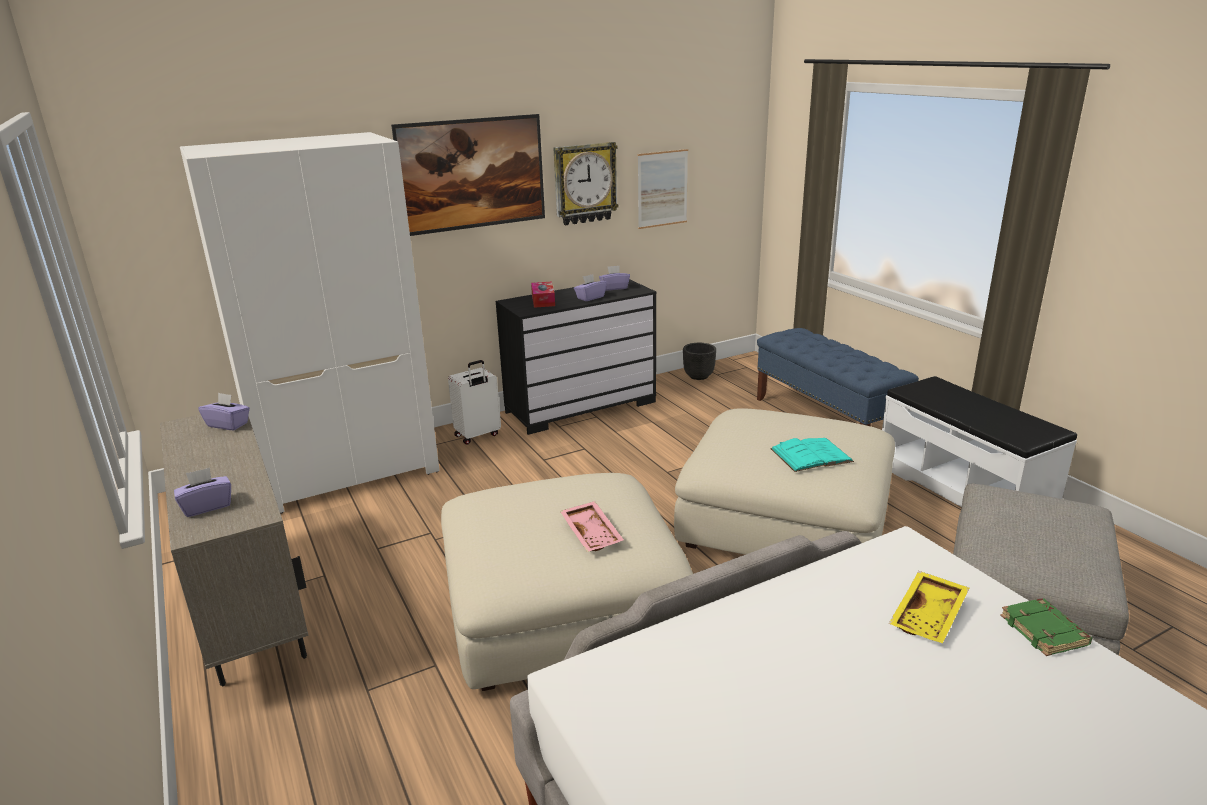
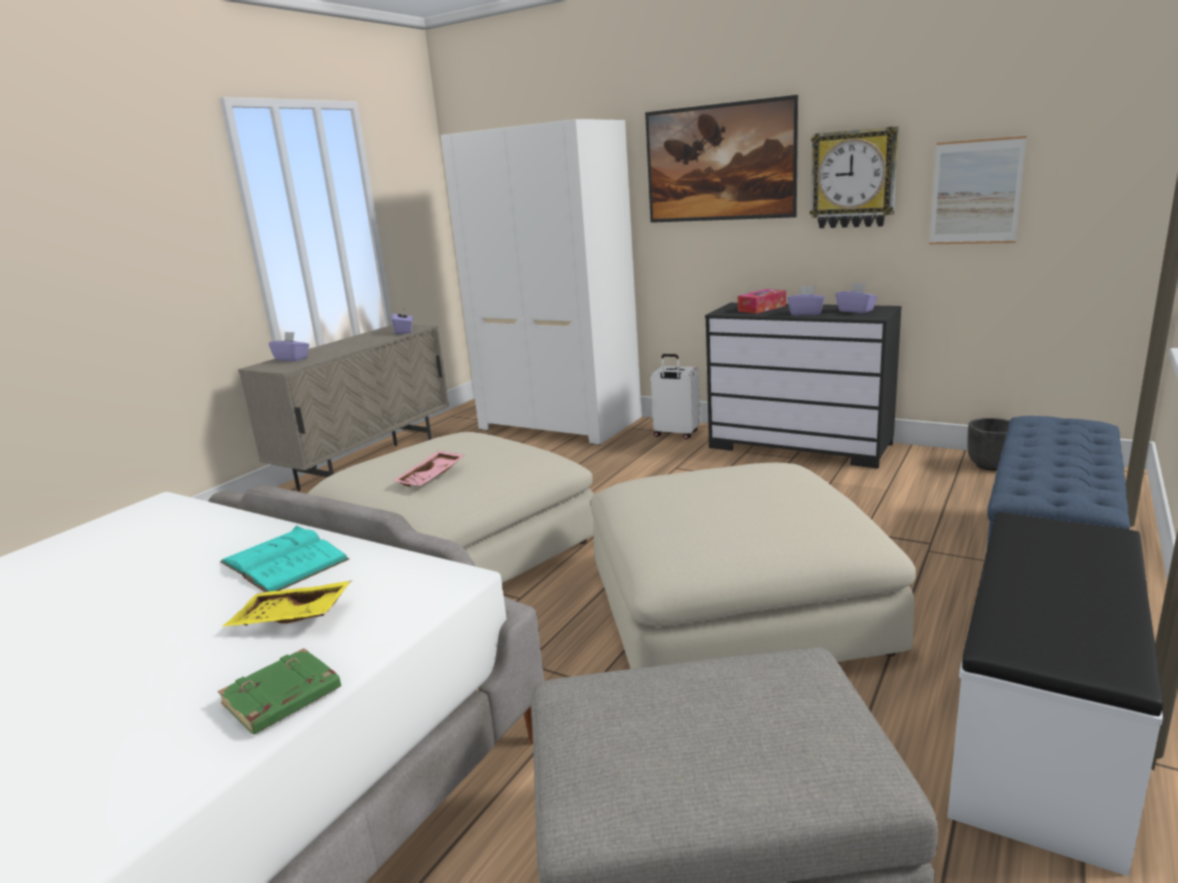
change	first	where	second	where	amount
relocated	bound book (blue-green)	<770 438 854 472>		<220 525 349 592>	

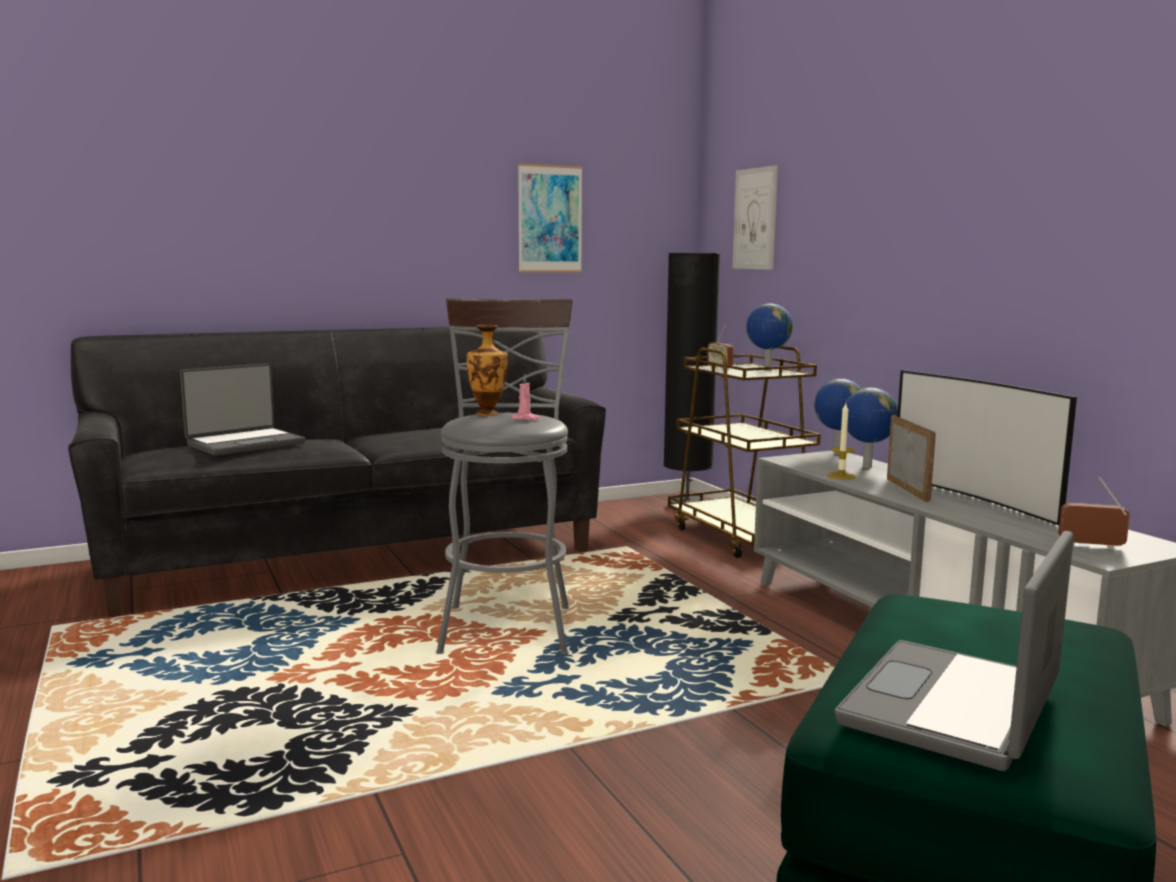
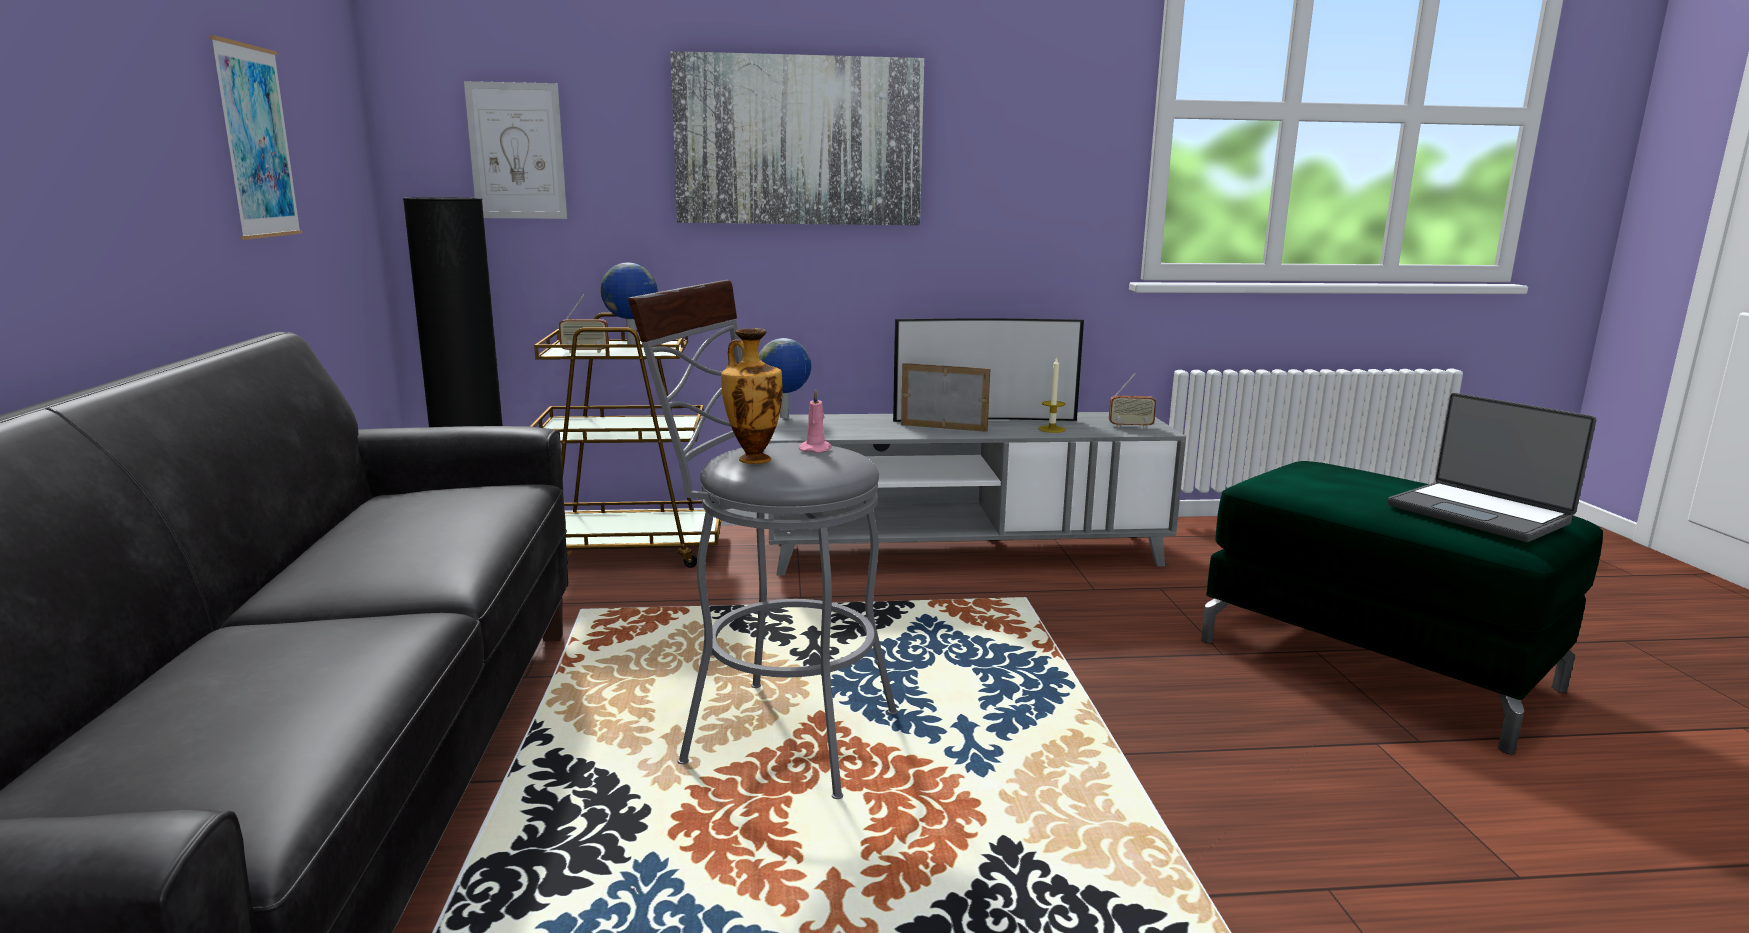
change	first	where	second	where	amount
missing	laptop	<180 363 305 455>			
missing	world globe	<843 388 898 468>			
appeared			picture	<670 51 924 225>	
relocated	wax candle	<827 403 856 479>		<1038 357 1066 433>	
spun	radio set	<1058 477 1130 550>		<1109 373 1156 428>	120 degrees counterclockwise

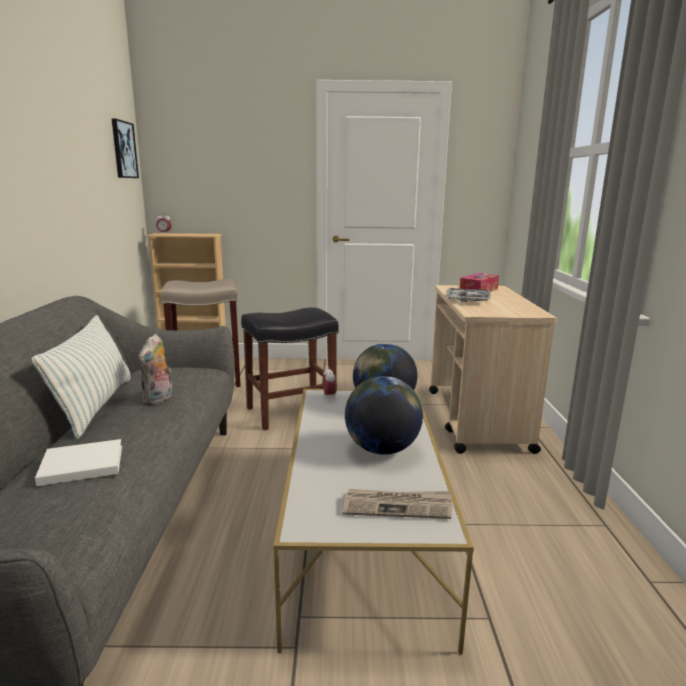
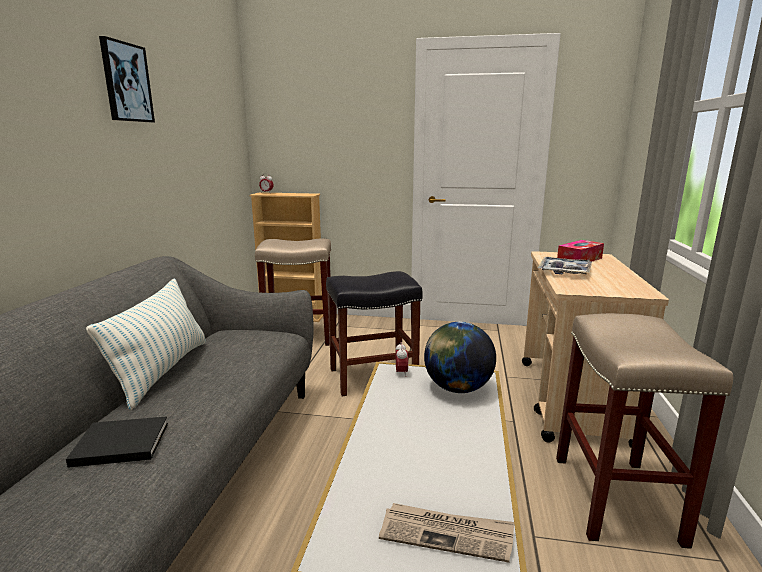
change	first	where	second	where	amount
missing	soft toy	<139 334 172 405>			
missing	world globe	<345 376 423 455>			
appeared			stool seat (beige)	<556 313 733 549>	
relocated	picture	<112 119 139 178>		<99 36 155 122>	
colour	bound book (white)	<35 439 122 486>	bound book (blackish)	<66 416 168 468>	

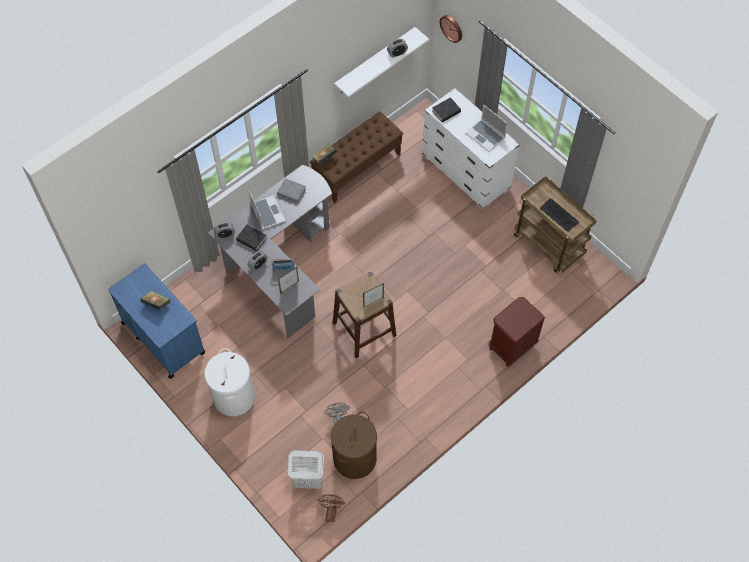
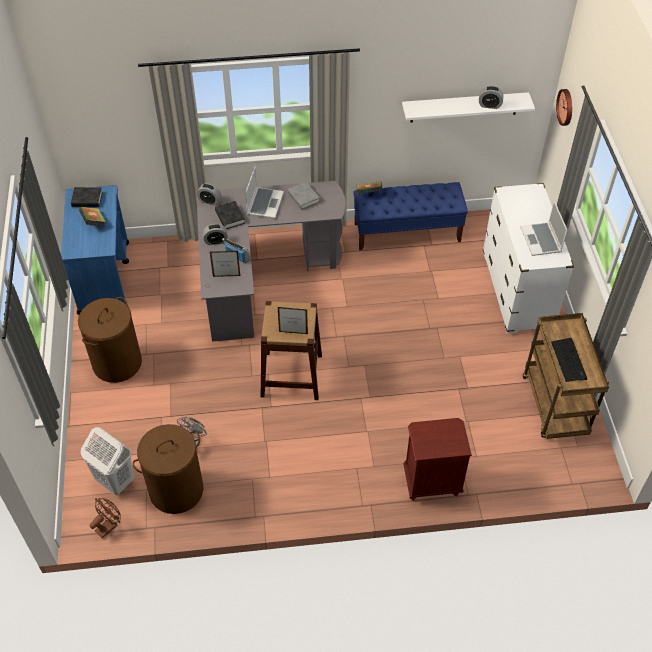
change	first	where	second	where	amount
relocated	bound book (blackish)	<432 97 461 123>		<71 187 103 207>	
colour	laundry basket (white)	<204 348 255 416>	laundry basket (brownish)	<78 297 142 383>	
colour	long seat (brownish)	<310 111 403 203>	long seat (blue)	<353 182 468 251>	

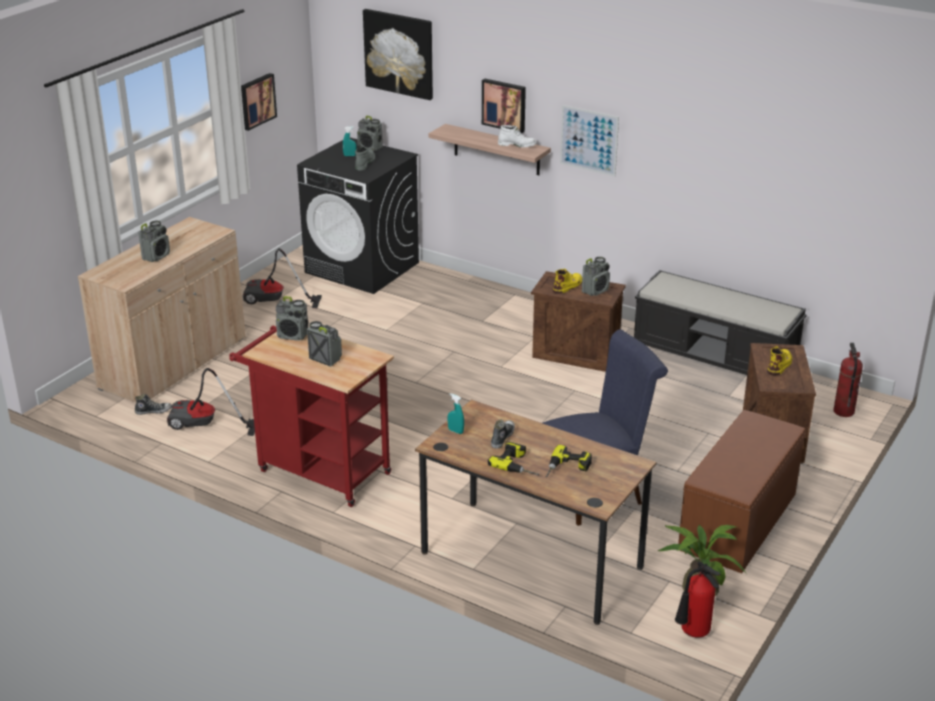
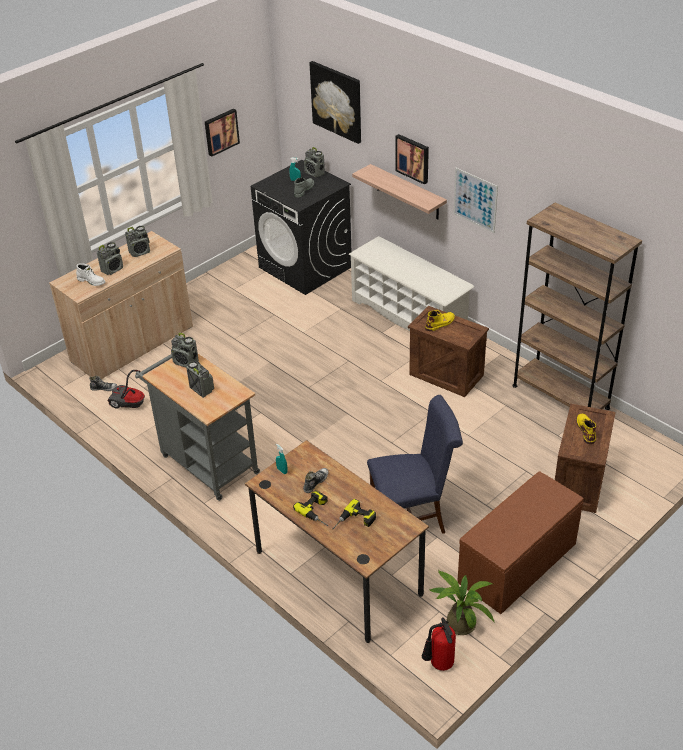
change	first	where	second	where	amount
missing	vacuum	<243 248 322 308>			
missing	fire extinguisher	<834 343 863 417>			
appeared			shoe rack (white)	<349 236 474 331>	
relocated	high-top boot (white)	<498 125 536 148>		<76 263 105 286>	
relocated	radio set	<582 257 610 296>		<125 226 150 257>	
exchanged	long seat (blackish)	<634 270 807 375>	bookcase (brownish)	<512 203 642 410>	
colour	trolley (reddish)	<229 326 394 507>	trolley (grey)	<135 354 260 501>	
spun	high-top boot (yellow)	<767 346 792 375>		<577 414 596 444>	45 degrees counterclockwise

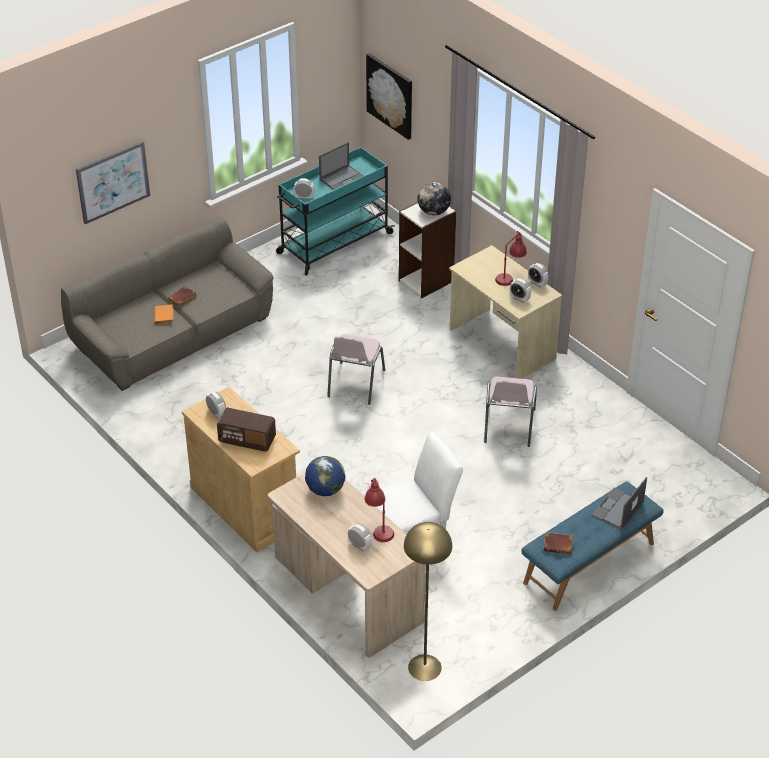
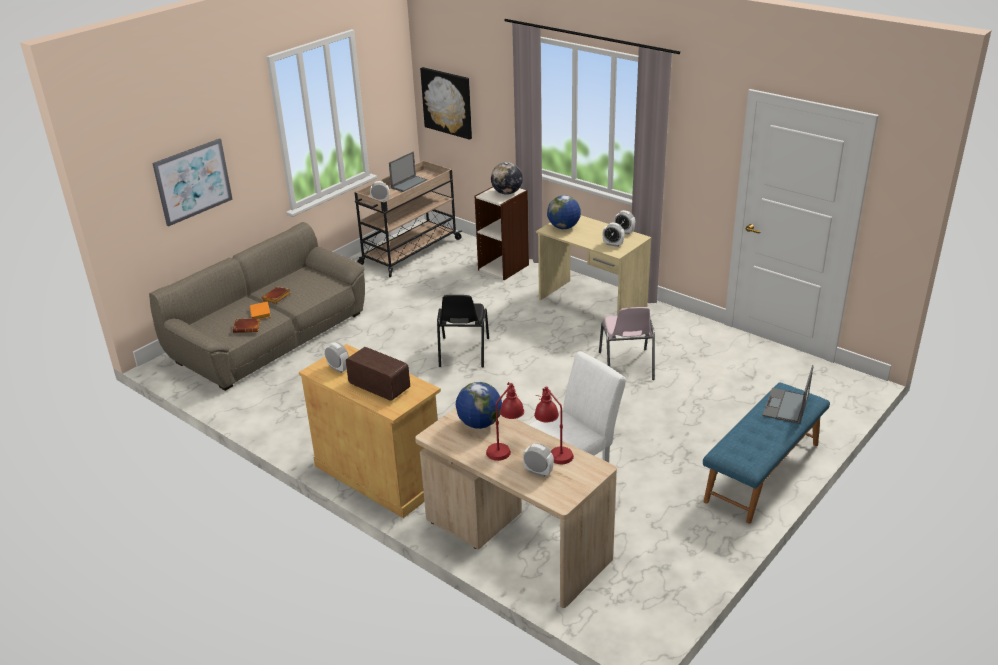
change	first	where	second	where	amount
missing	standing lamp (yellow)	<404 522 452 681>			
appeared			world globe	<547 195 581 229>	
relocated	tabletop lamp (reddish)	<495 231 527 286>		<486 382 524 461>	
relocated	bound book (brownish)	<543 532 573 554>		<232 318 261 333>	
colour	trolley (blue-green)	<276 147 395 275>	trolley (beige)	<354 161 462 277>	
colour	chair (pinkish)	<327 334 385 405>	chair (blackish)	<437 295 489 367>	
spun	radio set	<217 408 276 452>		<346 347 410 401>	150 degrees counterclockwise

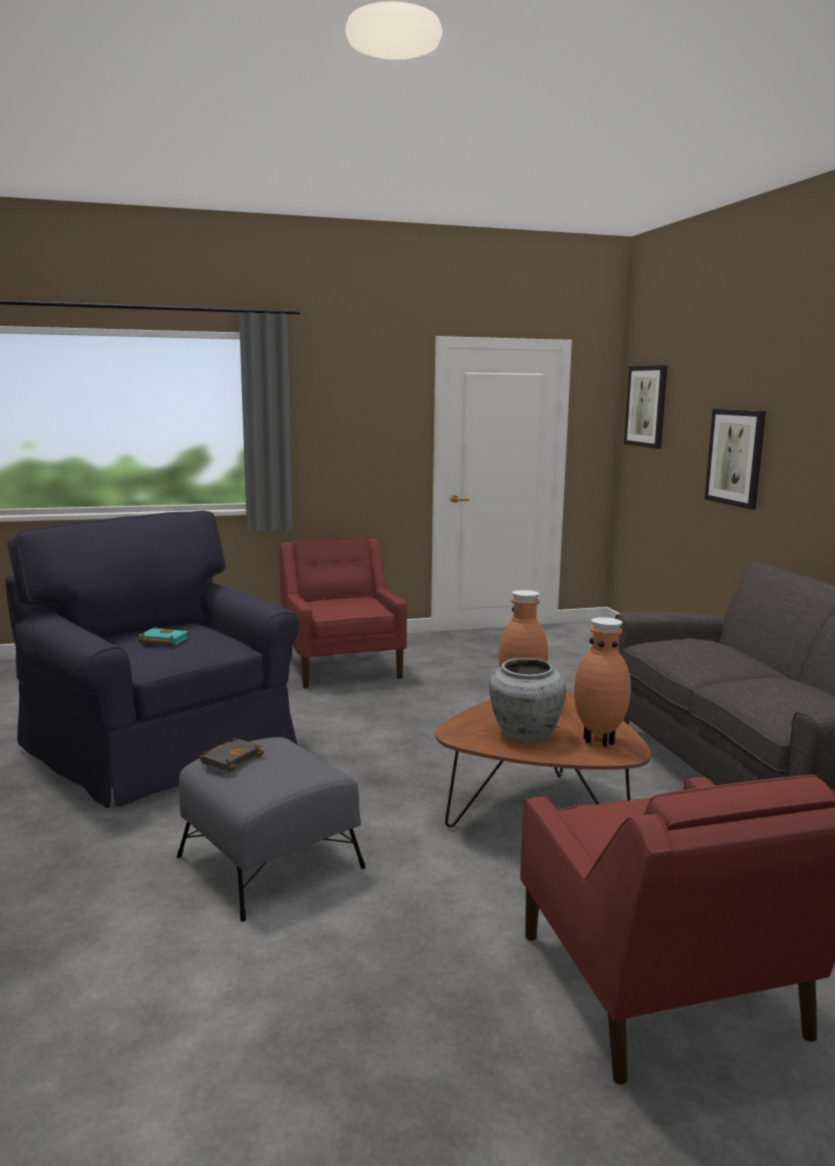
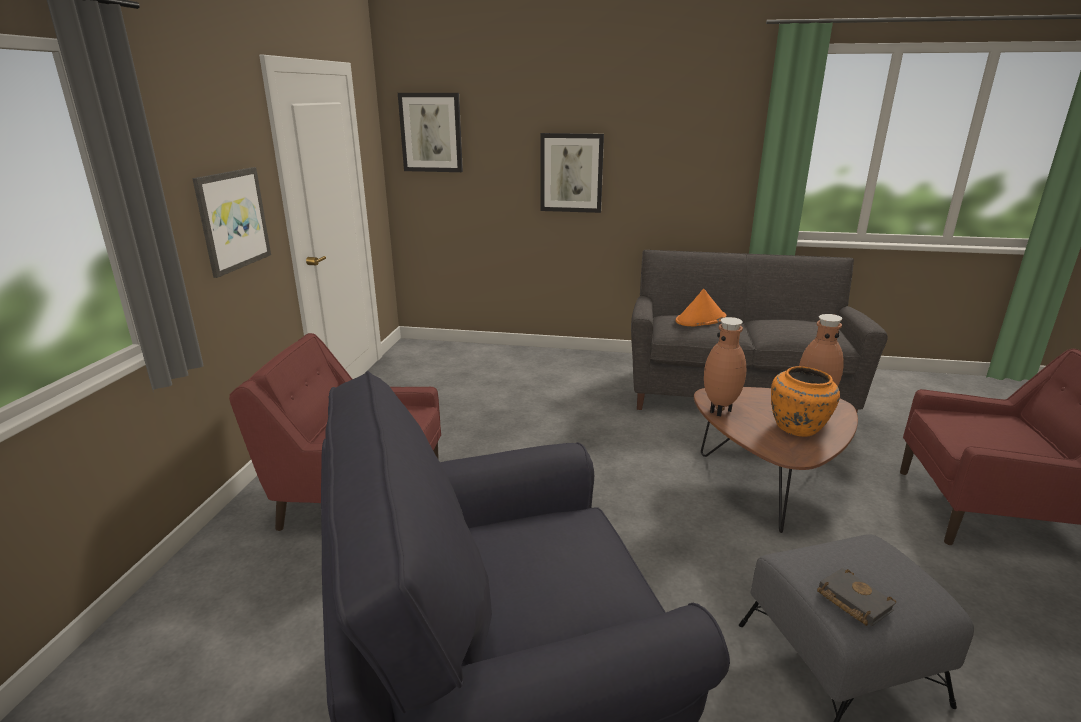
change	first	where	second	where	amount
missing	bound book (blue-green)	<138 627 189 646>			
appeared			picture	<192 167 271 278>	
appeared			wearable hat (orange)	<676 289 726 326>	
colour	flower vase (grey)	<489 658 566 743>	flower vase (orange)	<771 366 840 437>	

